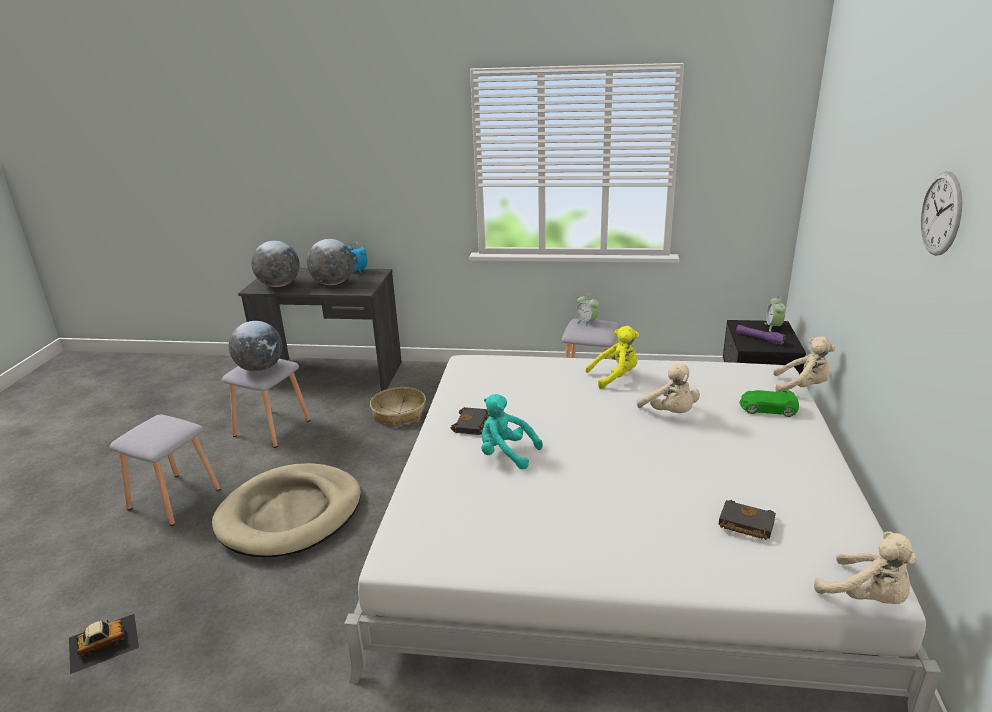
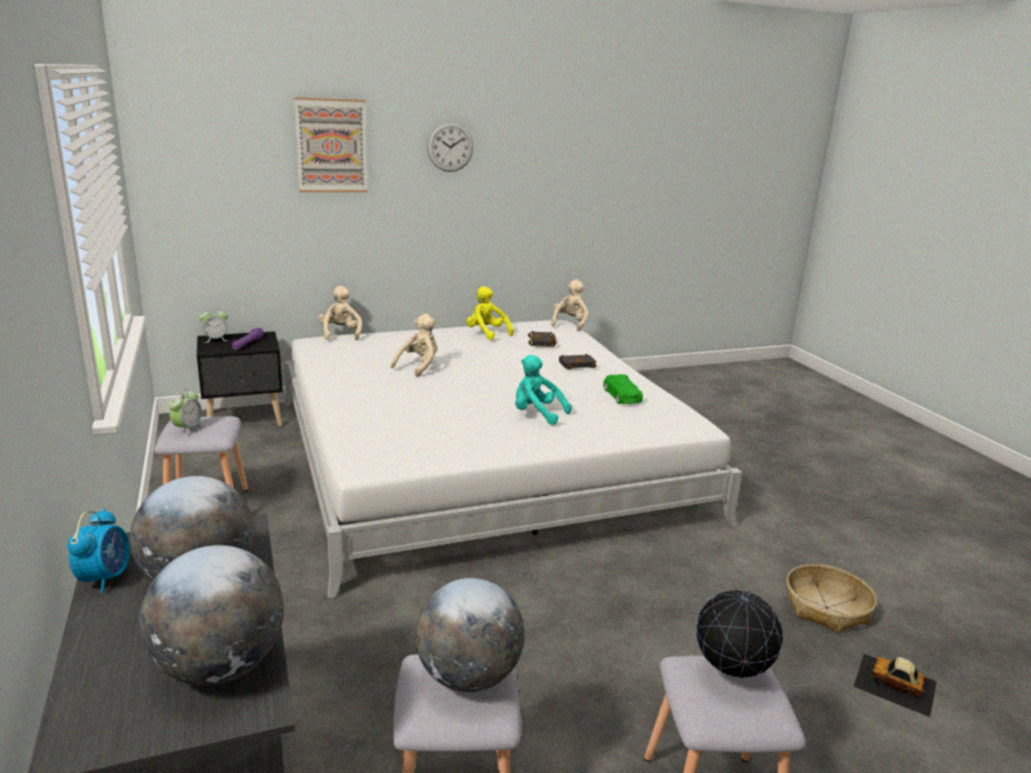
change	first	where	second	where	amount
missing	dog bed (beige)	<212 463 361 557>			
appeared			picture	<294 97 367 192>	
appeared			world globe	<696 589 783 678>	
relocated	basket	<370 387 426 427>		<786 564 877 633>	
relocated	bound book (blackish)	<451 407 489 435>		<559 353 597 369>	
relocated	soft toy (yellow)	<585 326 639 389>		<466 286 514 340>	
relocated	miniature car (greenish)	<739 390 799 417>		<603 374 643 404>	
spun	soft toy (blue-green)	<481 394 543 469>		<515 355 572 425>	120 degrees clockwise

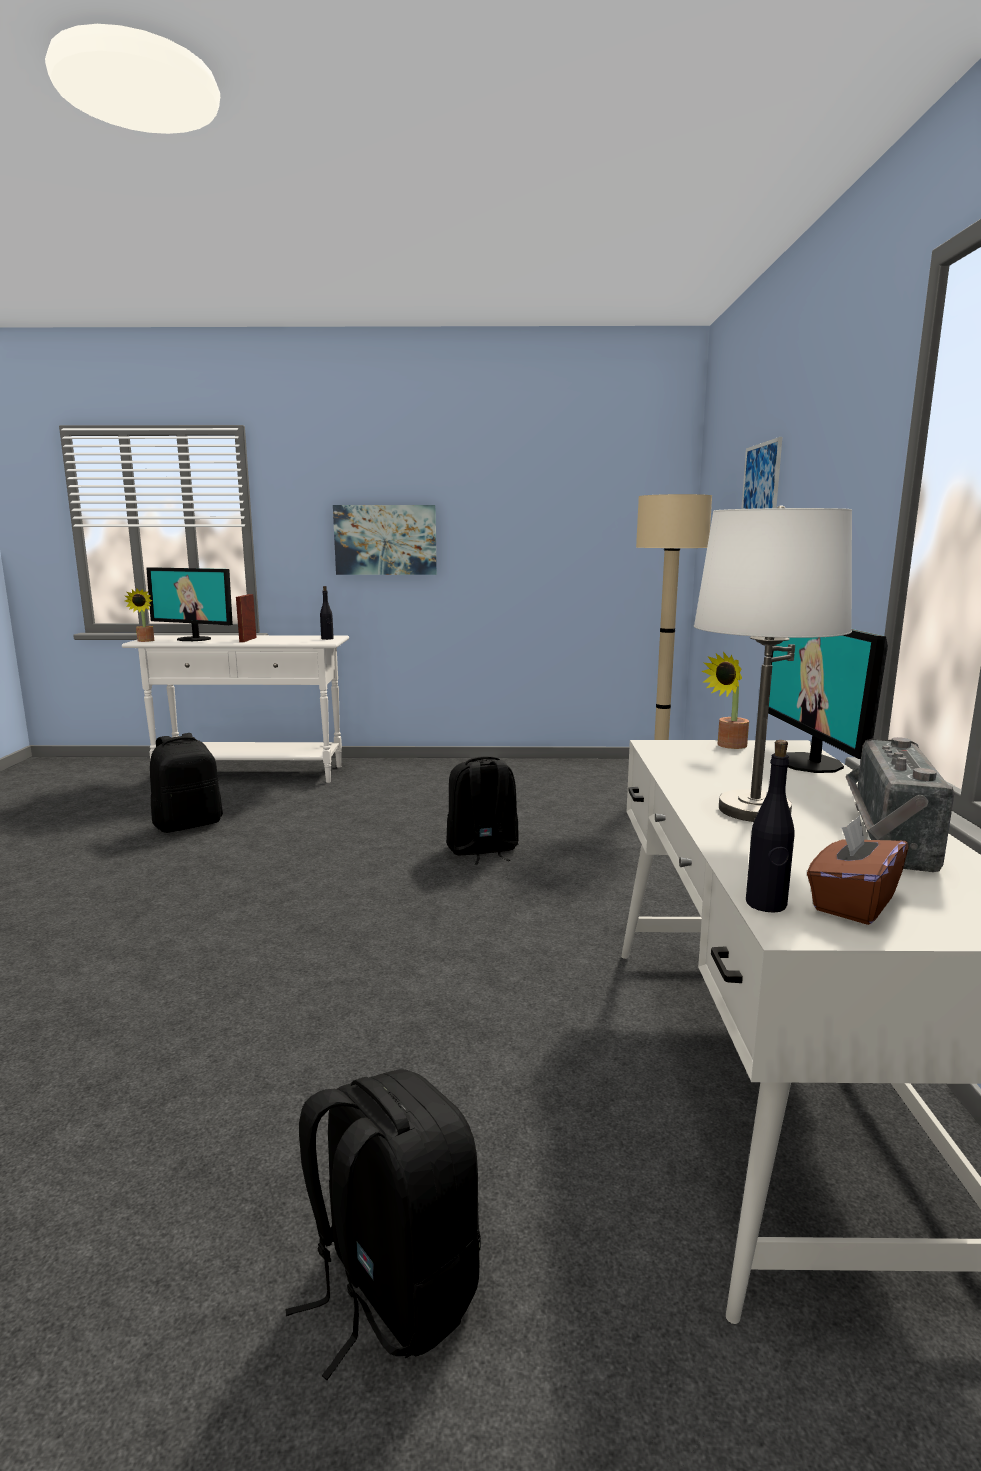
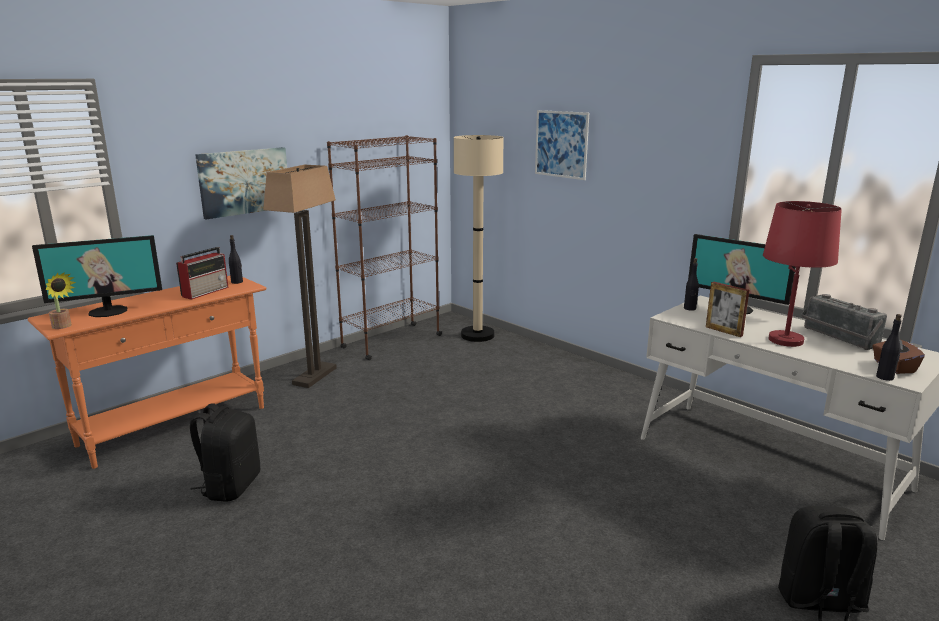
change	first	where	second	where	amount
missing	rucksack (blackish)	<446 756 519 865>			
appeared			radio set	<176 247 229 300>	
appeared			standing lamp	<263 165 337 388>	
appeared			bookcase (brownish)	<327 135 442 360>	
relocated	photo frame	<236 594 256 642>		<706 282 750 337>	
exchanged	houseplant	<701 652 749 749>	beverage bottle (blackish)	<684 258 699 311>	
colour	narrow table (white)	<122 635 349 783>	narrow table (orange)	<28 276 266 469>	
colour	tabletop lamp (white)	<694 505 852 822>	tabletop lamp (reddish)	<763 201 842 347>	

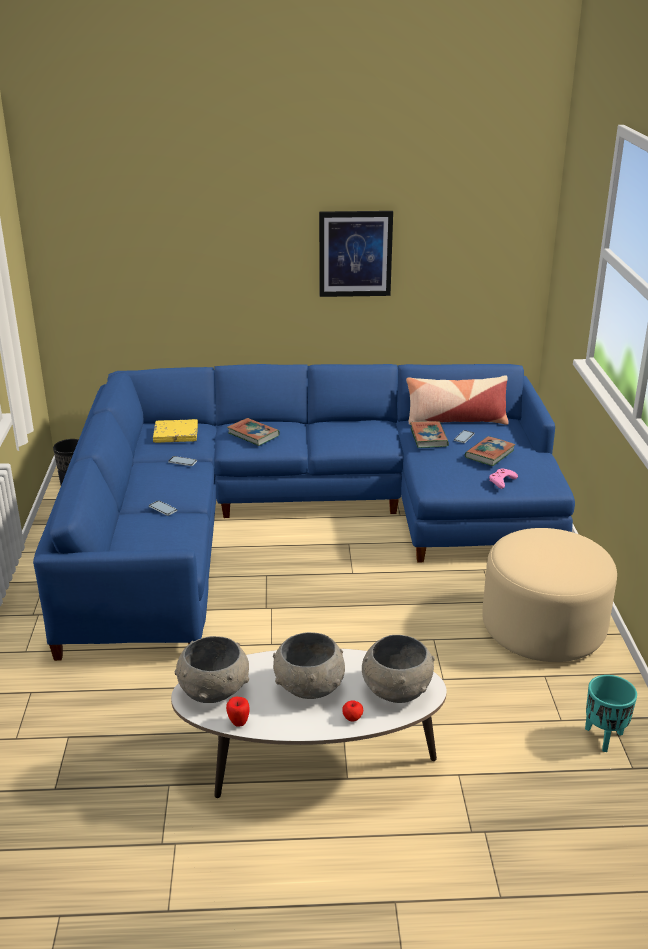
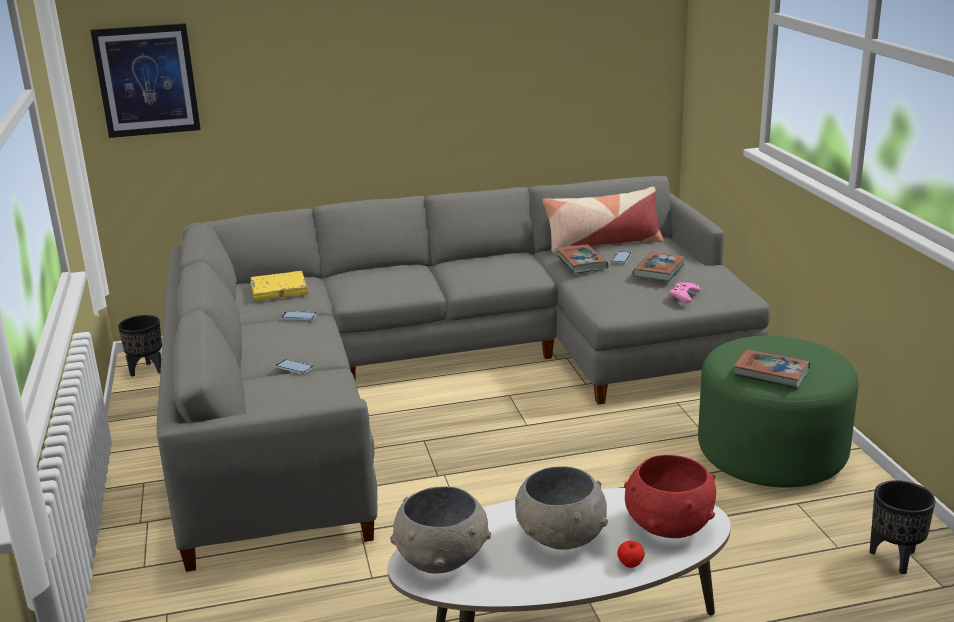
change	first	where	second	where	amount
missing	apple	<226 696 250 726>			
relocated	bound book	<227 418 280 446>		<734 349 810 389>	
relocated	picture	<319 211 393 297>		<90 23 201 138>	
colour	couch (blue)	<33 364 575 661>	couch (grey)	<157 176 771 572>	
colour	serving bowl (grey)	<362 635 435 703>	serving bowl (reddish)	<624 455 716 538>	
colour	ottoman (beige)	<482 528 617 662>	ottoman (greenish)	<698 336 859 487>	
colour	flower pot (blue-green)	<585 675 637 752>	flower pot (blackish)	<870 480 935 574>	

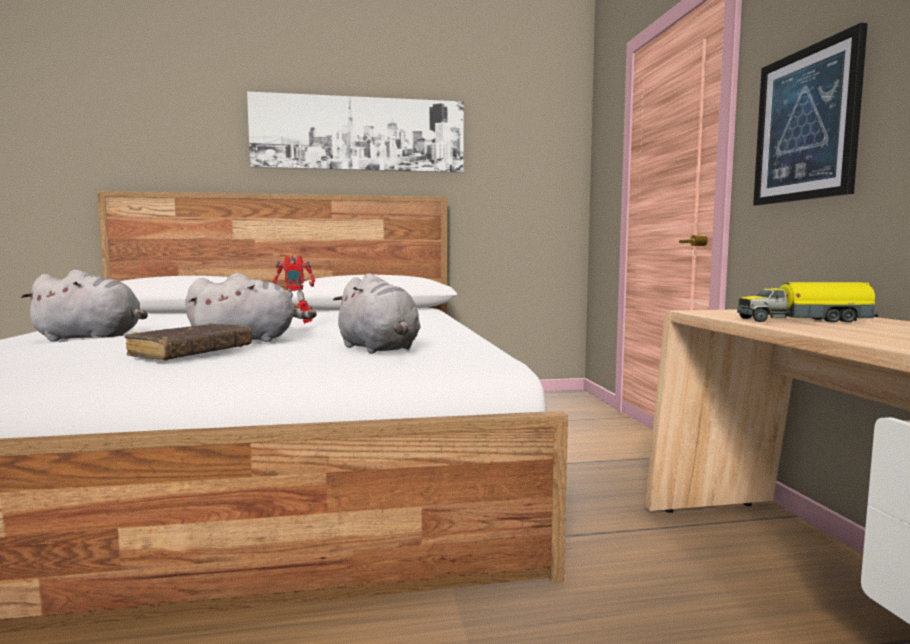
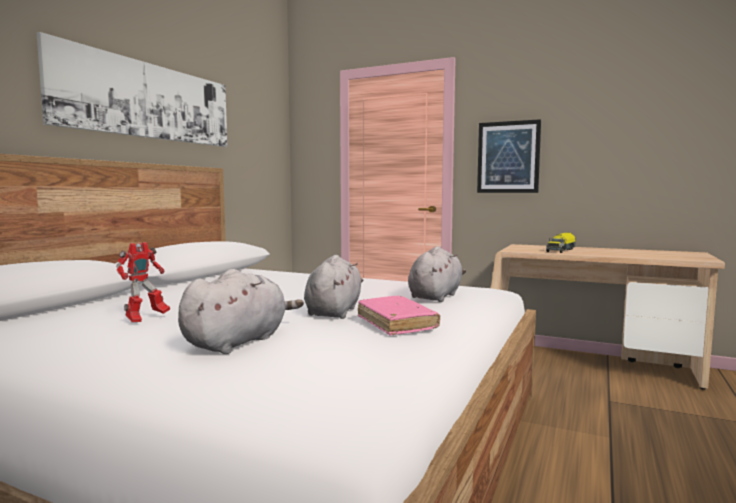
change	first	where	second	where	amount
relocated	toy robot	<272 255 315 324>		<116 242 170 322>	
colour	bound book (brownish)	<125 323 252 361>	bound book (pinkish)	<358 296 440 335>	
spun	soft toy (grey)	<333 273 421 354>		<408 246 466 302>	60 degrees counterclockwise

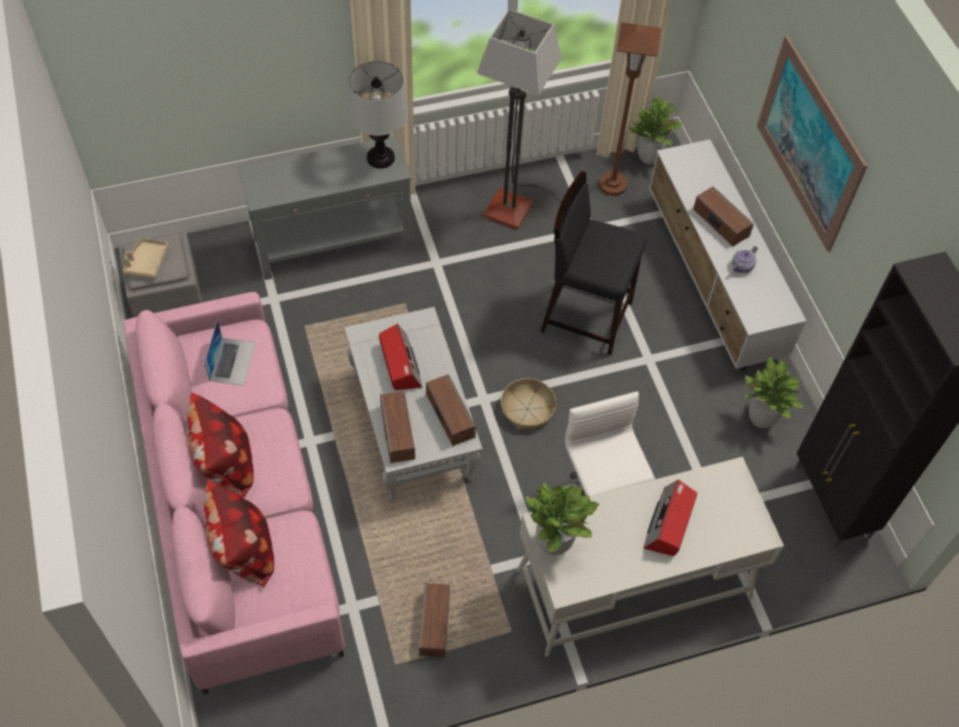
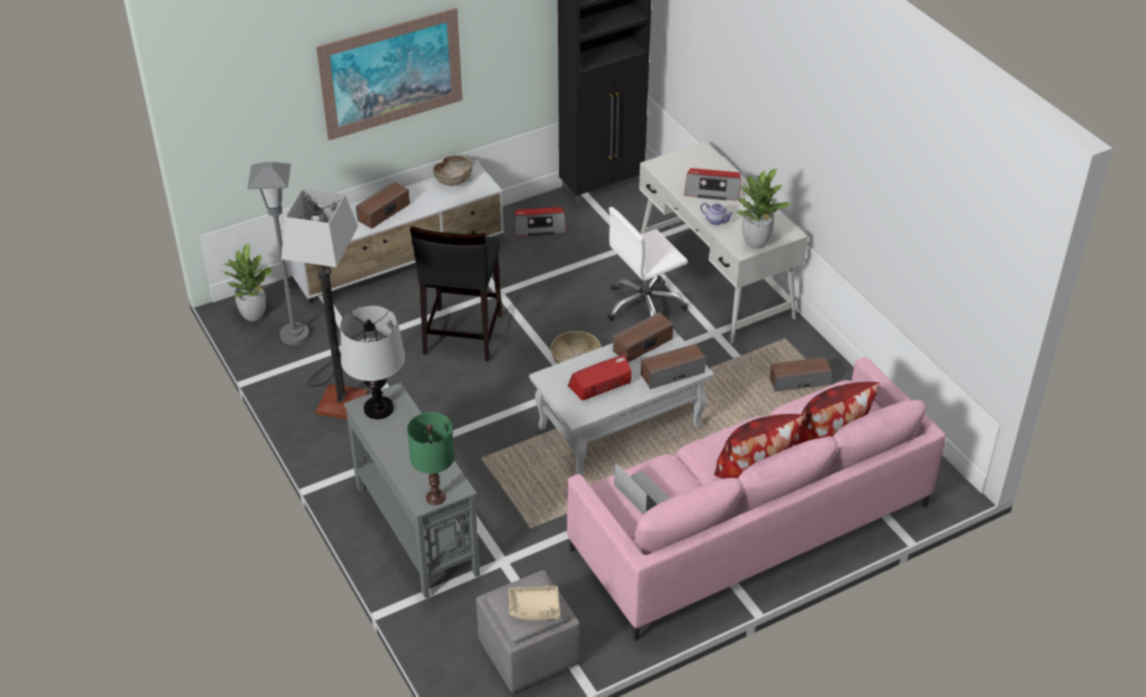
change	first	where	second	where	amount
appeared			tabletop lamp (greenish)	<407 412 454 505>	
appeared			serving bowl (brownish)	<433 155 473 186>	
relocated	tea pot	<732 246 757 273>		<700 203 733 225>	
exchanged	houseplant	<744 356 803 428>	radio set	<515 207 566 236>	
colour	standing lamp (brownish)	<599 22 661 196>	standing lamp (grey)	<247 162 309 345>	
spun	laptop	<204 320 256 386>		<615 462 670 515>	60 degrees clockwise

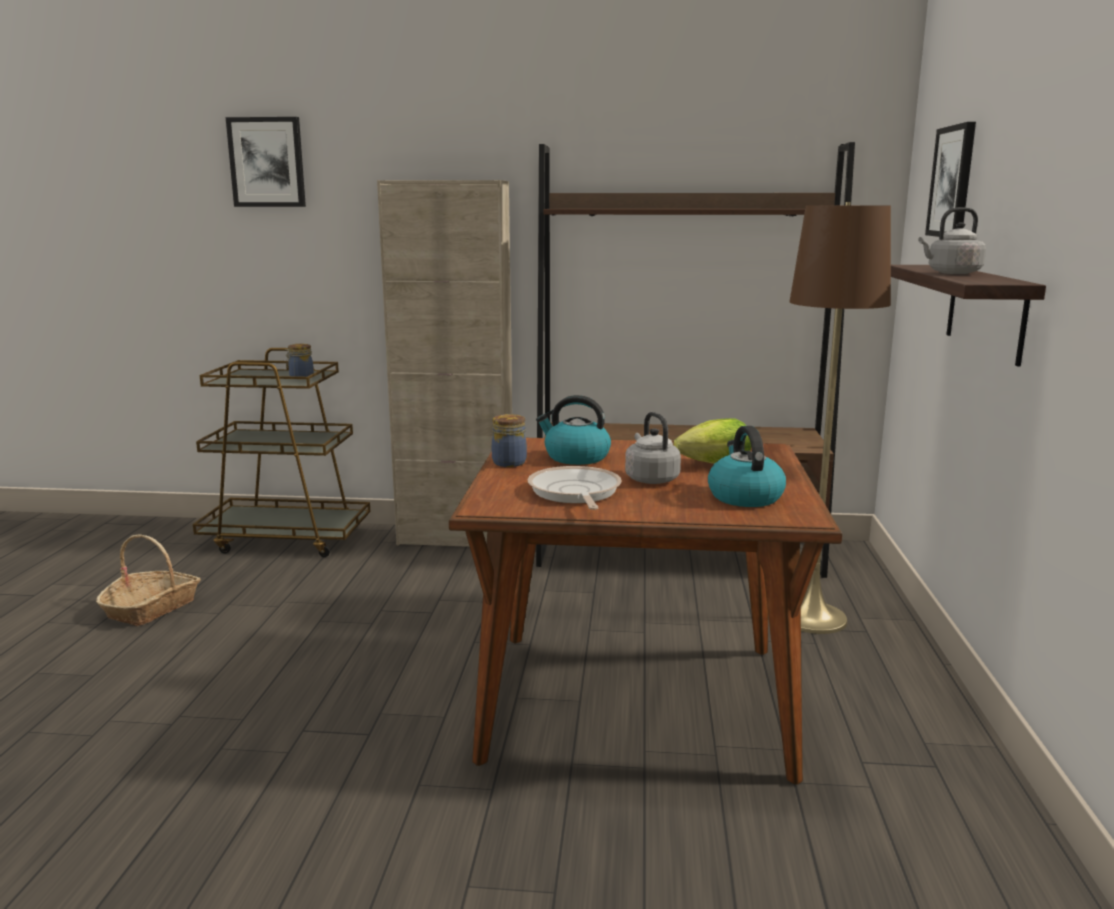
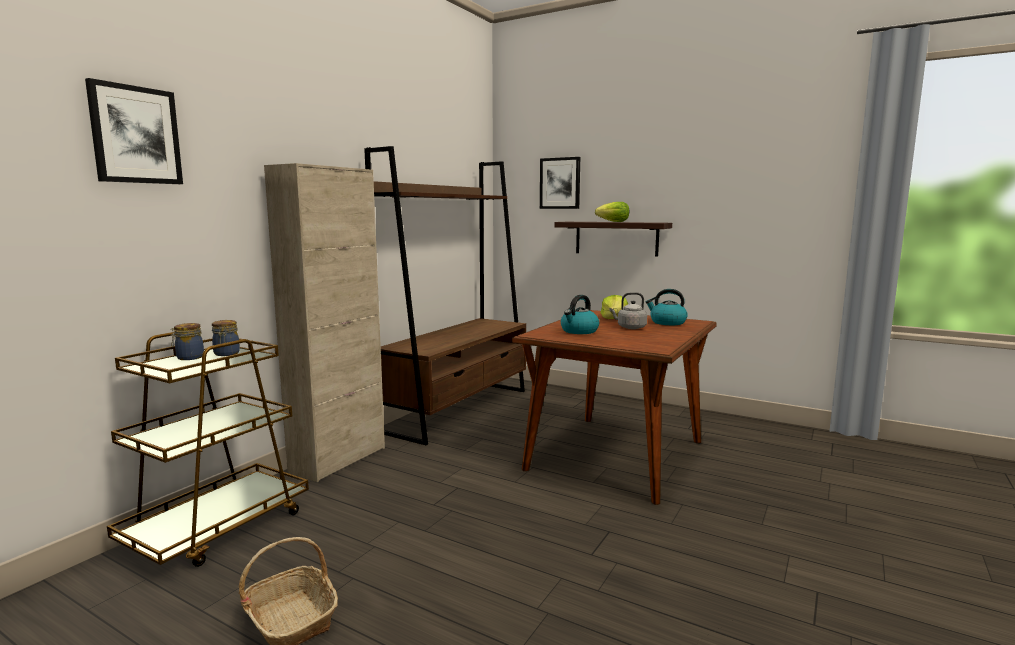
change	first	where	second	where	amount
missing	frying pan	<528 466 622 510>			
missing	standing lamp (brownish)	<789 202 891 634>			
relocated	preserve jar	<492 414 527 467>		<171 323 204 360>	
exchanged	tea kettle (grey)	<918 207 986 274>	head of lettuce	<595 202 629 222>	

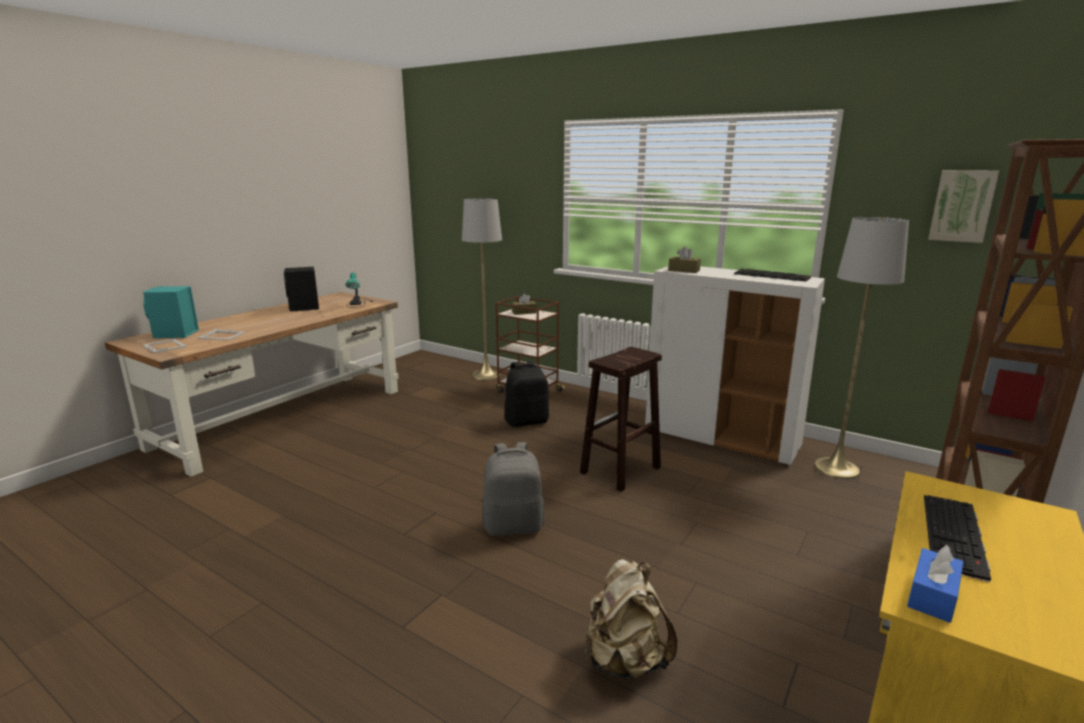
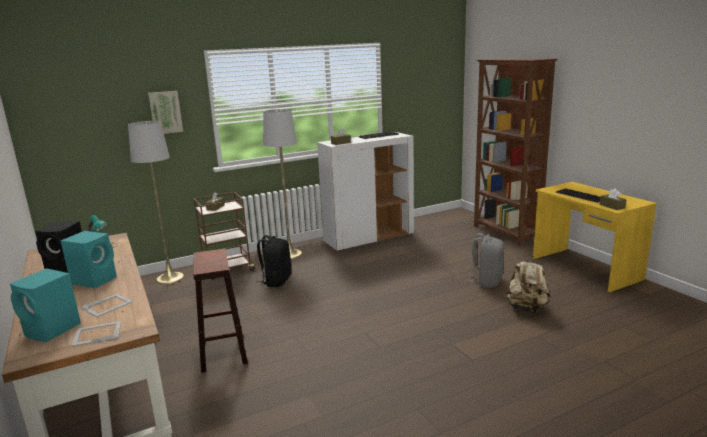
change	first	where	second	where	amount
appeared			speaker (blue-green)	<61 231 117 288>	
relocated	rucksack (grey)	<482 442 545 536>		<466 233 504 288>	
relocated	stool seat (brownish)	<580 347 662 492>		<193 249 248 373>	
relocated	standing lamp (grey)	<814 217 909 479>		<263 109 302 259>	
relocated	picture	<928 170 999 243>		<148 91 183 134>	
colour	tissue holder (blue)	<907 545 963 623>	tissue holder (brownish)	<599 189 627 210>	

